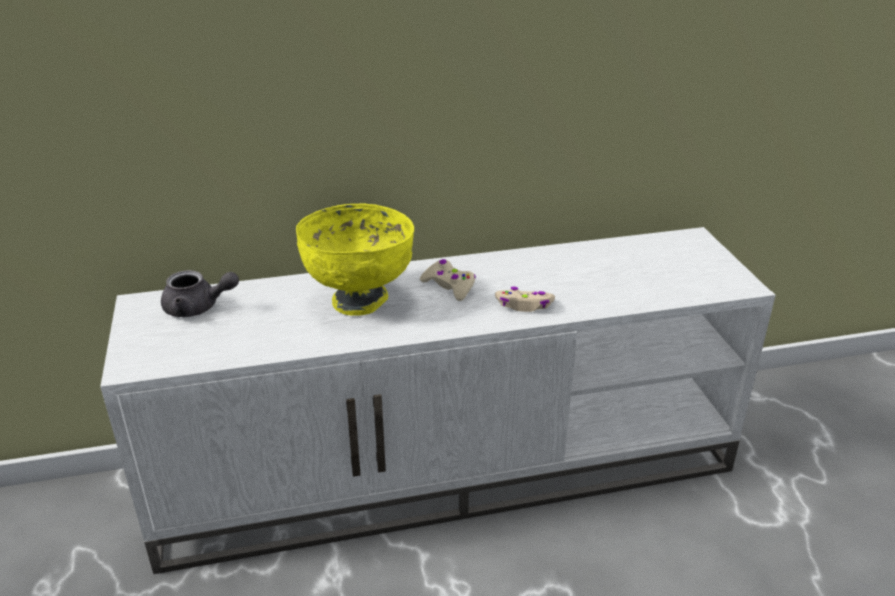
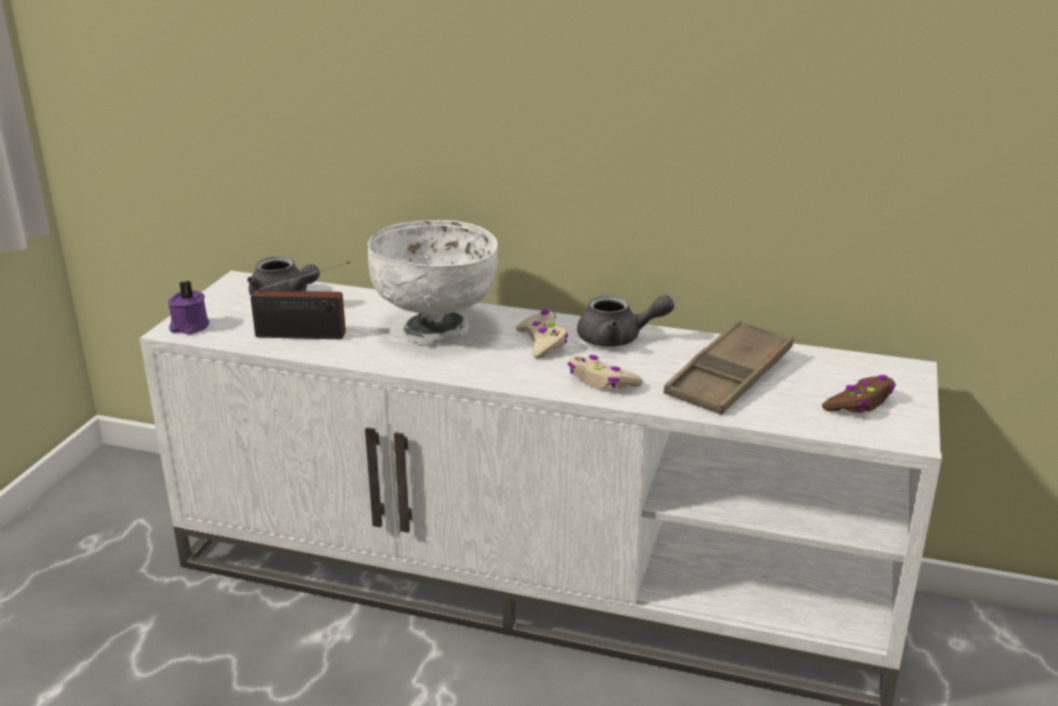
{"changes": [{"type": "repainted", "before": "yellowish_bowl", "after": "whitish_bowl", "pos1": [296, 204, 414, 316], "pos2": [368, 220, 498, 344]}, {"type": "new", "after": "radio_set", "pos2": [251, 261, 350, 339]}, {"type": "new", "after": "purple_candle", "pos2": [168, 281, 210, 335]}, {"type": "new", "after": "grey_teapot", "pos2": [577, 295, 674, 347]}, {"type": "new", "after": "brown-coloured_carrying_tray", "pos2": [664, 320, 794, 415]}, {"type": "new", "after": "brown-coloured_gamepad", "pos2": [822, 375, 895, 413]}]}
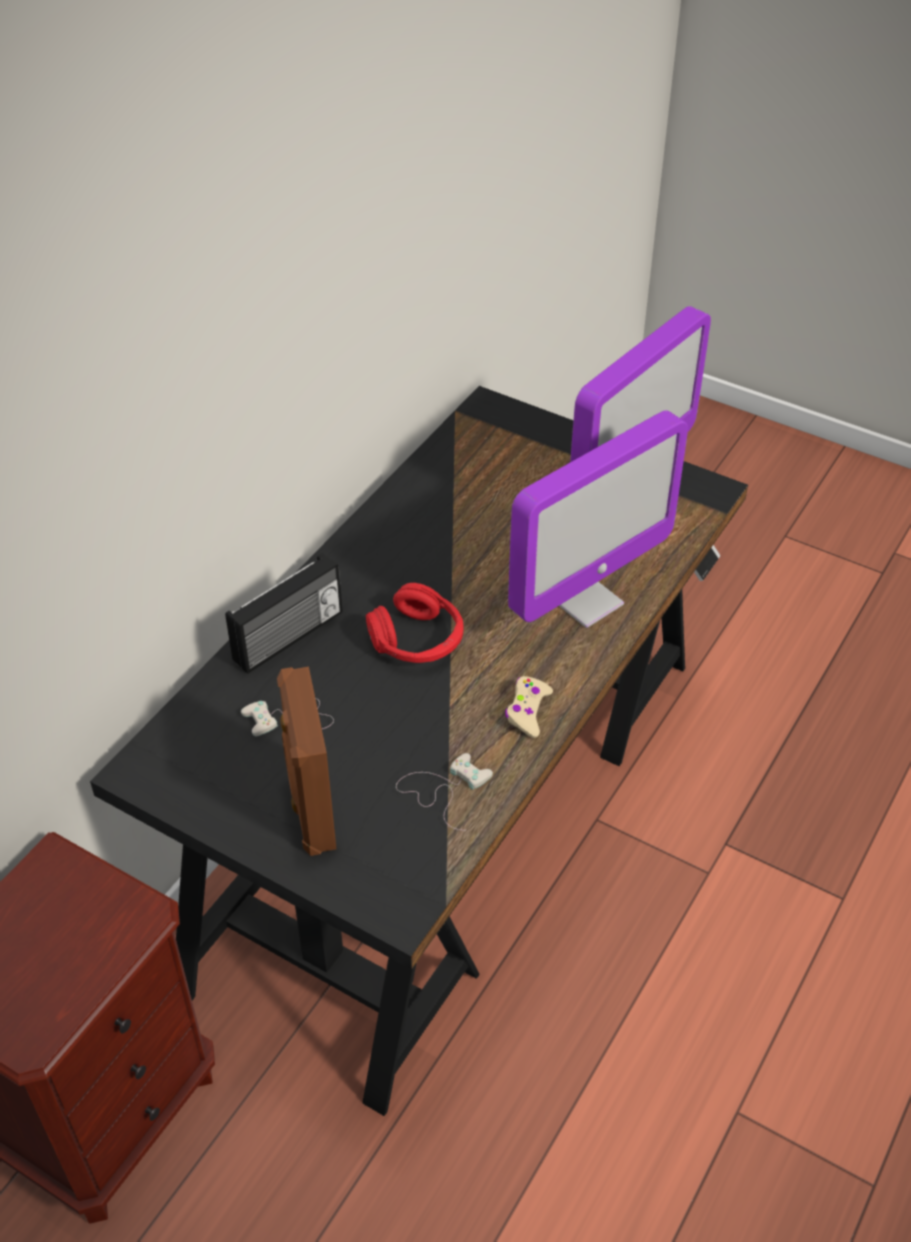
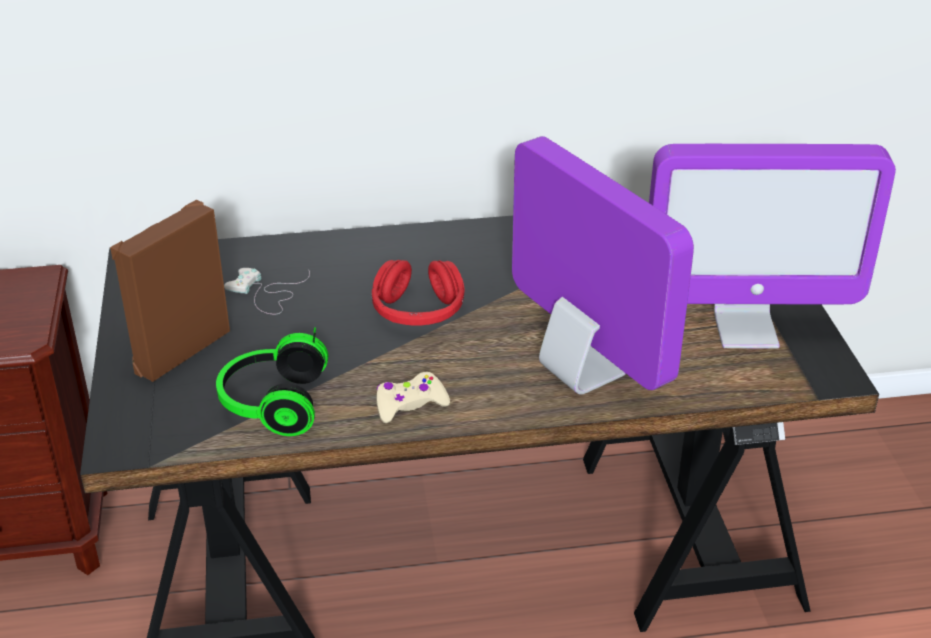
{"changes": [{"type": "rotated", "before": "computer_display", "pos1": [508, 410, 688, 628], "pos2": [512, 136, 694, 394], "turn": -135}, {"type": "gone", "before": "radio_set", "pos1": [225, 553, 342, 674]}, {"type": "swapped", "before": "whitish_gamepad", "after": "headphones", "pos1": [396, 753, 493, 830], "pos2": [216, 327, 328, 436]}]}
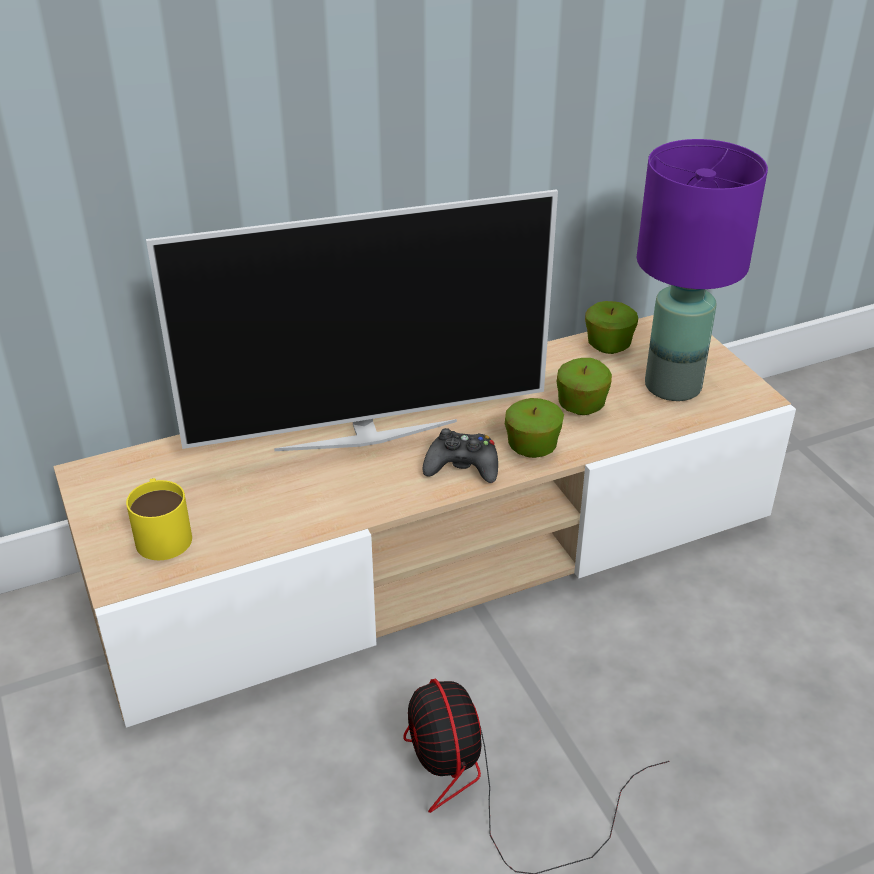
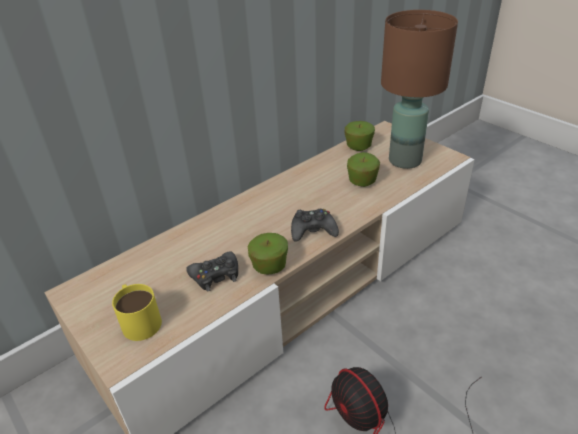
{"changes": [{"type": "repainted", "before": "purple_tabletop_lamp", "after": "brown-coloured_tabletop_lamp", "pos1": [637, 139, 768, 401], "pos2": [381, 10, 458, 169]}, {"type": "gone", "before": "TV_set", "pos1": [146, 189, 558, 451]}, {"type": "shifted", "before": "apple_fruit", "pos1": [505, 398, 564, 458], "pos2": [247, 233, 288, 275]}, {"type": "new", "after": "black_gamepad", "pos2": [186, 252, 238, 292]}]}
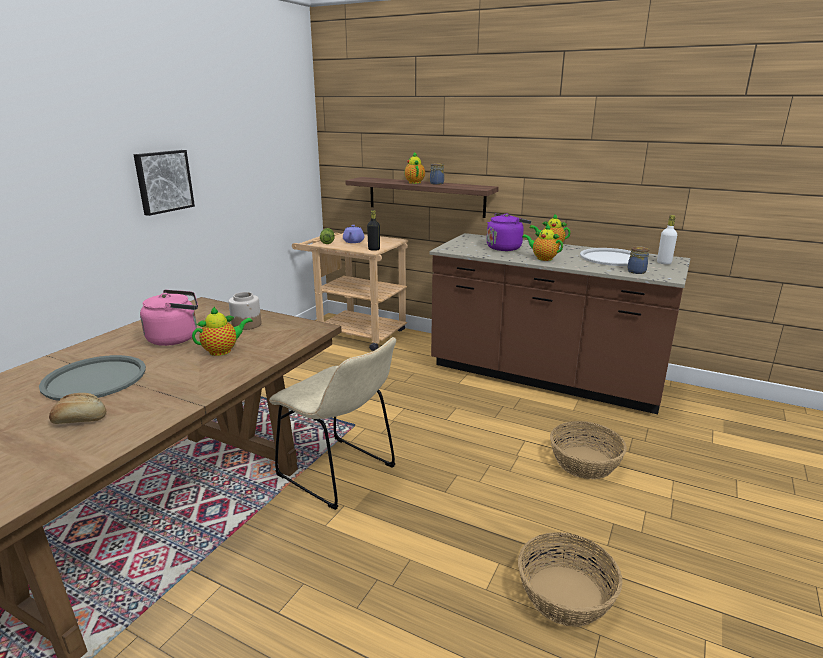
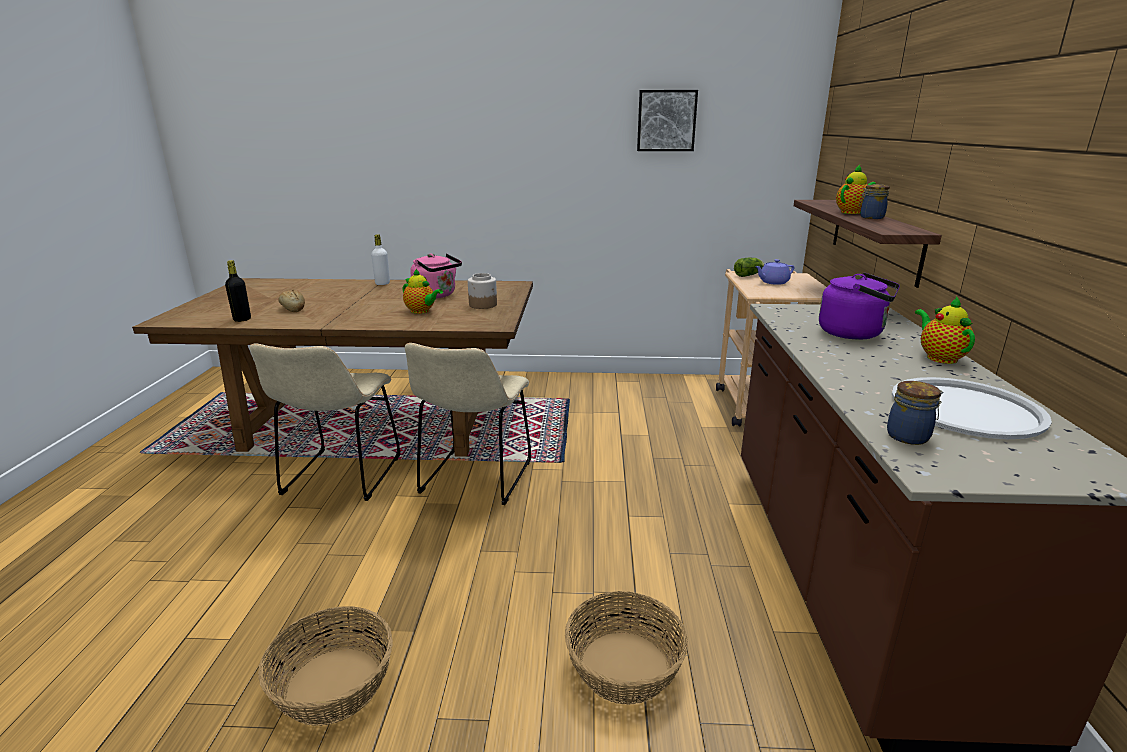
{"changes": [{"type": "shifted", "before": "wall_art", "pos1": [134, 150, 195, 216], "pos2": [637, 90, 698, 151]}, {"type": "shifted", "before": "black_beverage_bottle", "pos1": [367, 210, 380, 251], "pos2": [225, 260, 251, 322]}, {"type": "shifted", "before": "whitish_beverage_bottle", "pos1": [657, 215, 677, 265], "pos2": [371, 234, 390, 285]}, {"type": "gone", "before": "teapot", "pos1": [522, 224, 563, 261]}, {"type": "gone", "before": "grey_carrying_tray", "pos1": [39, 355, 146, 401]}, {"type": "new", "after": "sand-coloured_chair", "pos2": [250, 343, 400, 501]}]}
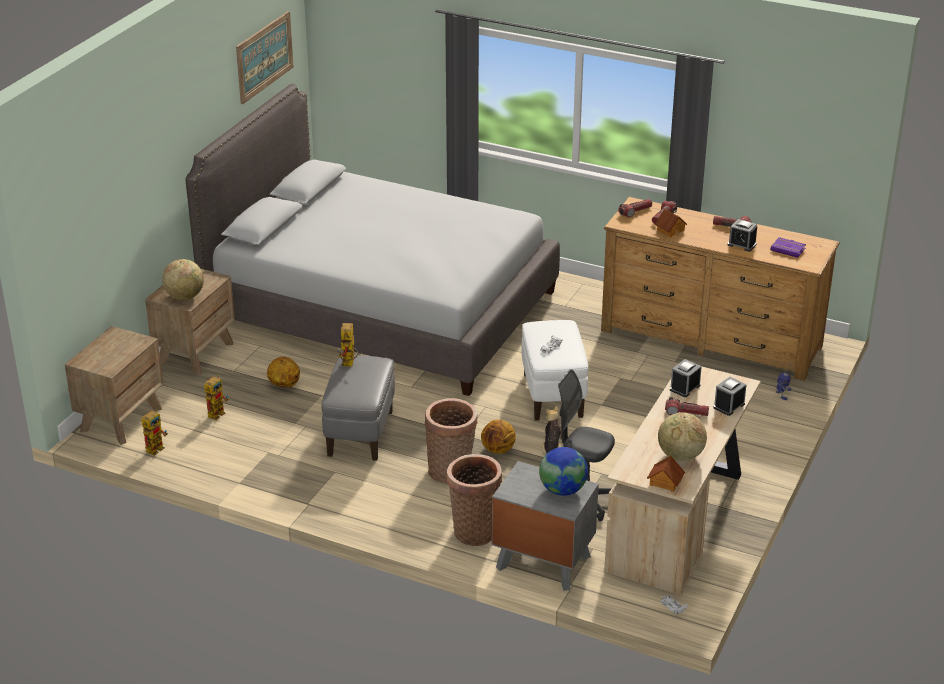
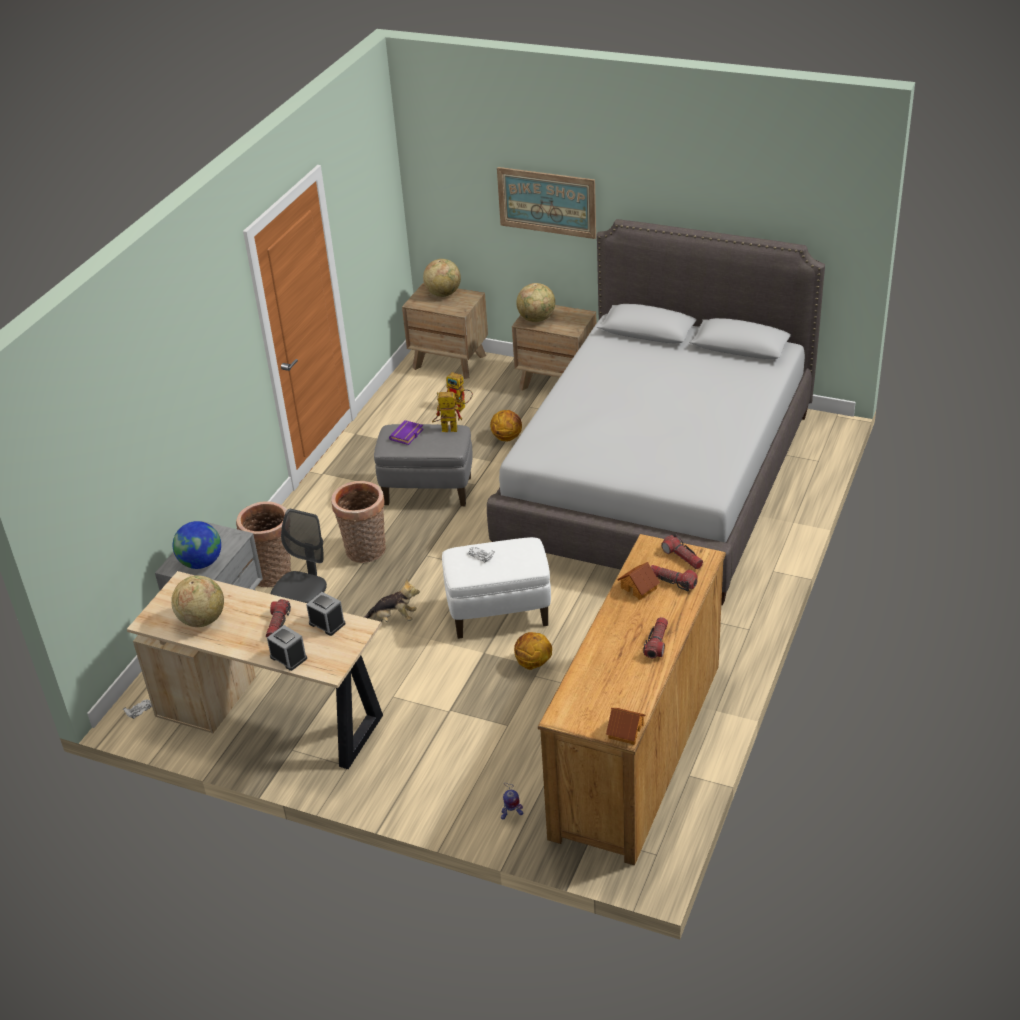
{"changes": [{"type": "shifted", "before": "wall_art", "pos1": [236, 11, 294, 104], "pos2": [497, 167, 596, 239]}, {"type": "gone", "before": "table_clock", "pos1": [727, 219, 757, 252]}, {"type": "shifted", "before": "purple_volume", "pos1": [770, 237, 806, 258], "pos2": [389, 420, 423, 445]}, {"type": "gone", "before": "model_robot", "pos1": [141, 409, 168, 456]}, {"type": "shifted", "before": "basketball", "pos1": [481, 420, 516, 454], "pos2": [514, 632, 552, 670]}, {"type": "shifted", "before": "model_house", "pos1": [647, 456, 685, 492], "pos2": [606, 708, 645, 745]}, {"type": "new", "after": "desk_globe", "pos2": [423, 259, 461, 297]}]}
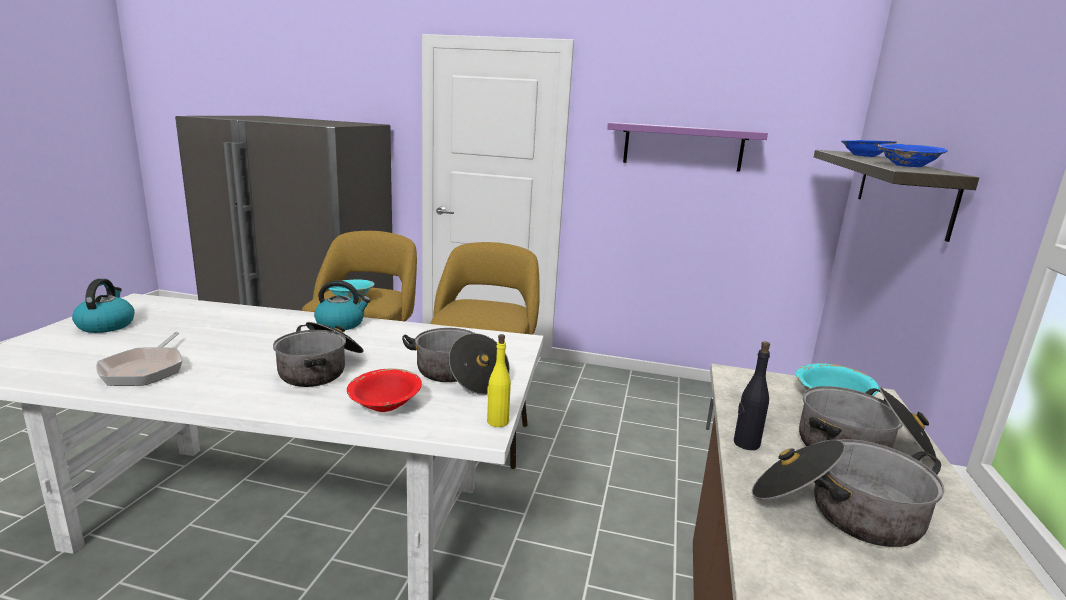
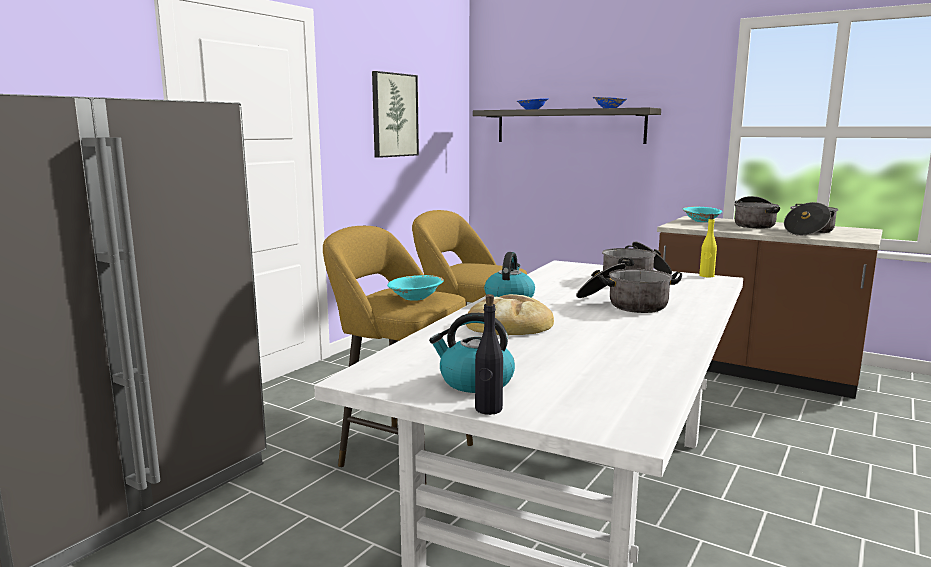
{"changes": [{"type": "swapped", "before": "purple_shelf", "after": "wall_art", "pos1": [607, 122, 768, 172], "pos2": [372, 71, 419, 158]}, {"type": "gone", "before": "pan", "pos1": [96, 332, 182, 386]}, {"type": "shifted", "before": "black_beverage_bottle", "pos1": [734, 341, 770, 450], "pos2": [475, 294, 503, 415]}, {"type": "gone", "before": "reddish_bowl", "pos1": [347, 368, 422, 412]}, {"type": "new", "after": "bread", "pos2": [466, 294, 554, 335]}]}
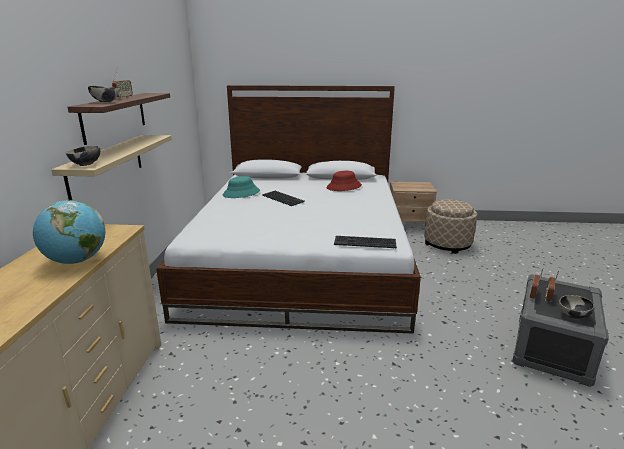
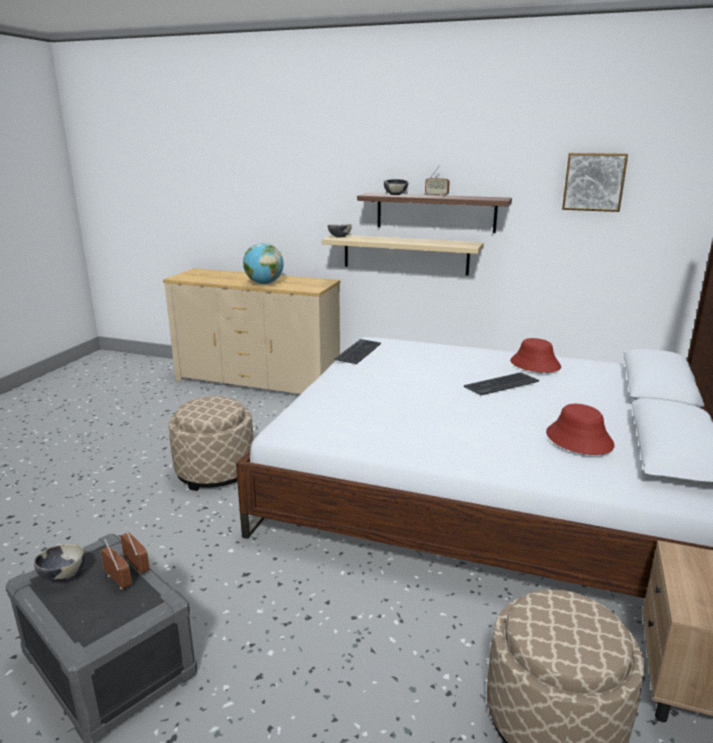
{"changes": [{"type": "repainted", "before": "turquoise_wearable_hat", "after": "reddish_wearable_hat", "pos1": [223, 176, 260, 198], "pos2": [510, 338, 561, 373]}, {"type": "shifted", "before": "PC_keyboard", "pos1": [334, 236, 397, 249], "pos2": [334, 339, 381, 364]}, {"type": "new", "after": "wall_art", "pos2": [562, 153, 628, 212]}, {"type": "new", "after": "sand-coloured_pouffe", "pos2": [168, 396, 254, 491]}]}
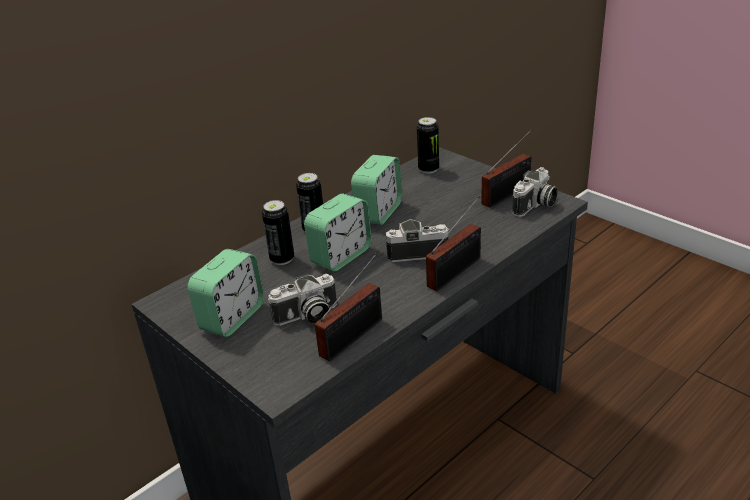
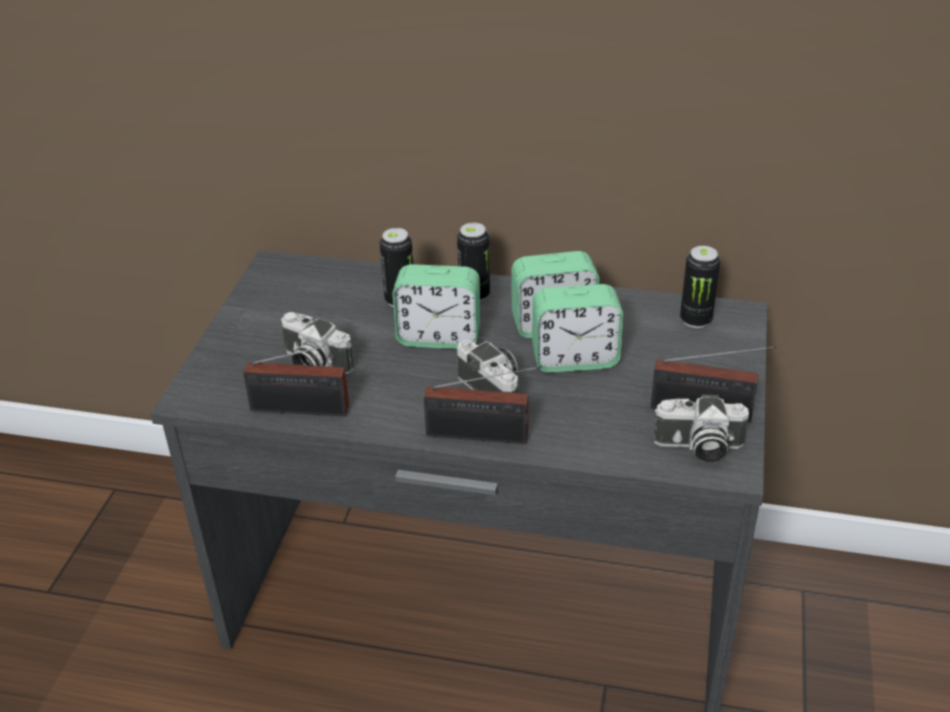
{"changes": [{"type": "shifted", "before": "table_clock", "pos1": [187, 249, 264, 337], "pos2": [532, 284, 623, 373]}]}
